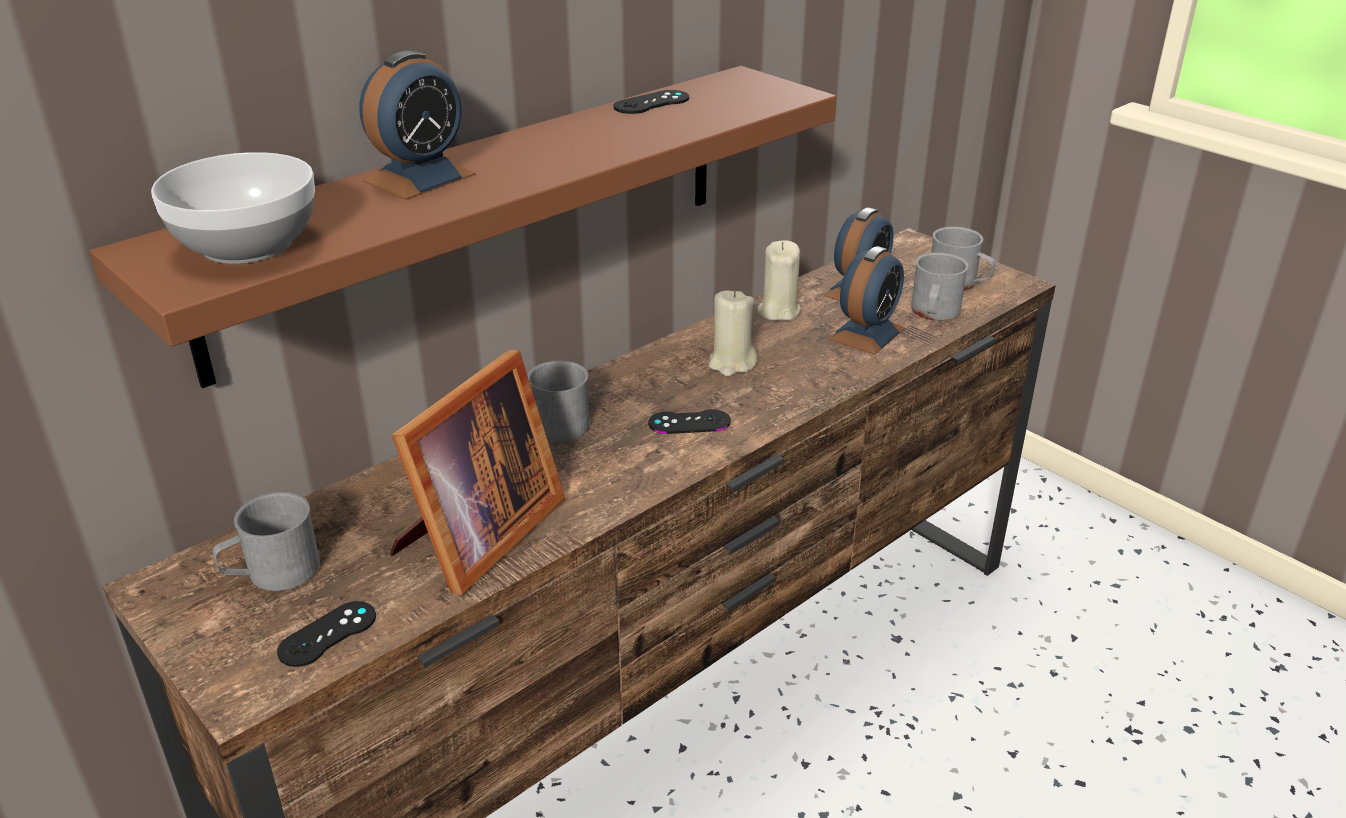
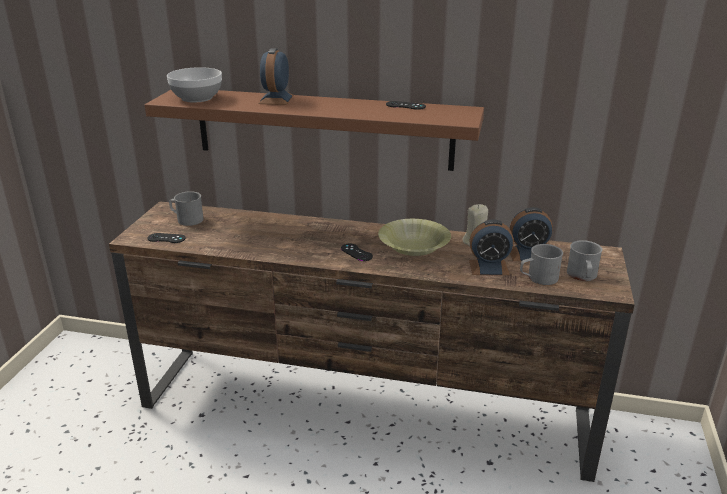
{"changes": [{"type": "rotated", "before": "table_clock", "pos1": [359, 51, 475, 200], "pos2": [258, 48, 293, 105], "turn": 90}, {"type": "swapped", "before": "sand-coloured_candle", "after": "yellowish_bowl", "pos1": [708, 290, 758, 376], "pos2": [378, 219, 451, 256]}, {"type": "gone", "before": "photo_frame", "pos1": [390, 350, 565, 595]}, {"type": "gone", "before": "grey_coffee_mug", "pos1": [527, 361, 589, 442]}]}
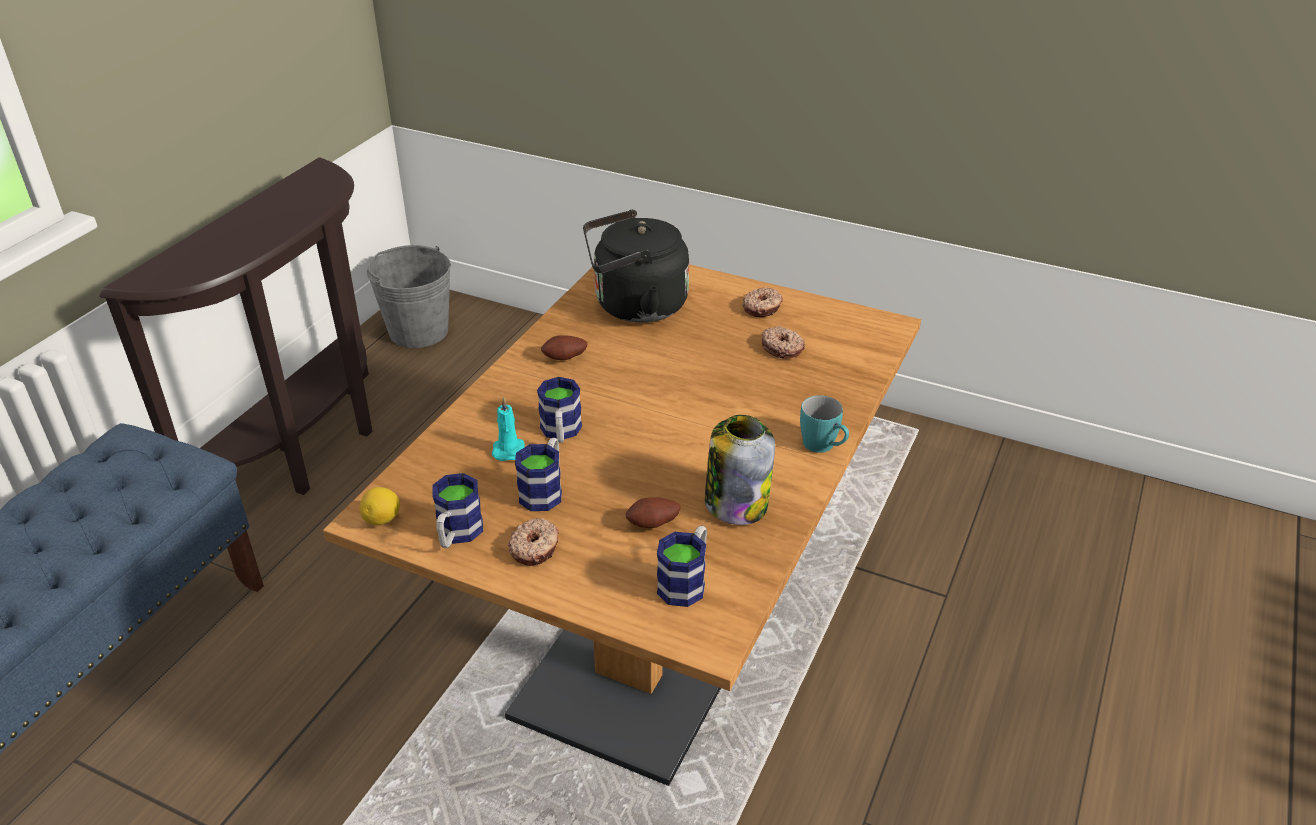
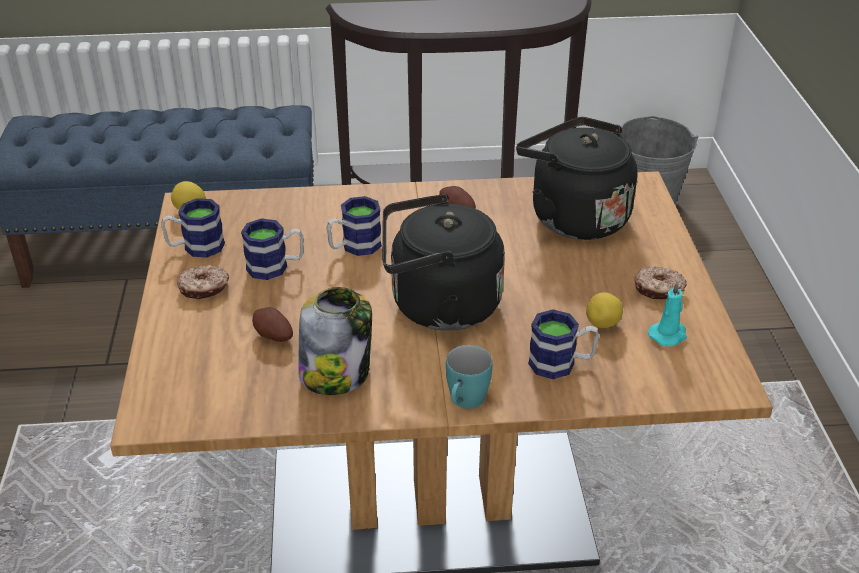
{"changes": [{"type": "swapped", "before": "ring_doughnut", "after": "lemon", "pos1": [762, 326, 805, 359], "pos2": [586, 292, 623, 328]}, {"type": "shifted", "before": "turquoise_candle", "pos1": [492, 397, 525, 461], "pos2": [648, 281, 687, 347]}, {"type": "shifted", "before": "coffee_mug", "pos1": [657, 526, 707, 607], "pos2": [528, 309, 599, 379]}, {"type": "new", "after": "black_kettle", "pos2": [382, 194, 505, 331]}]}
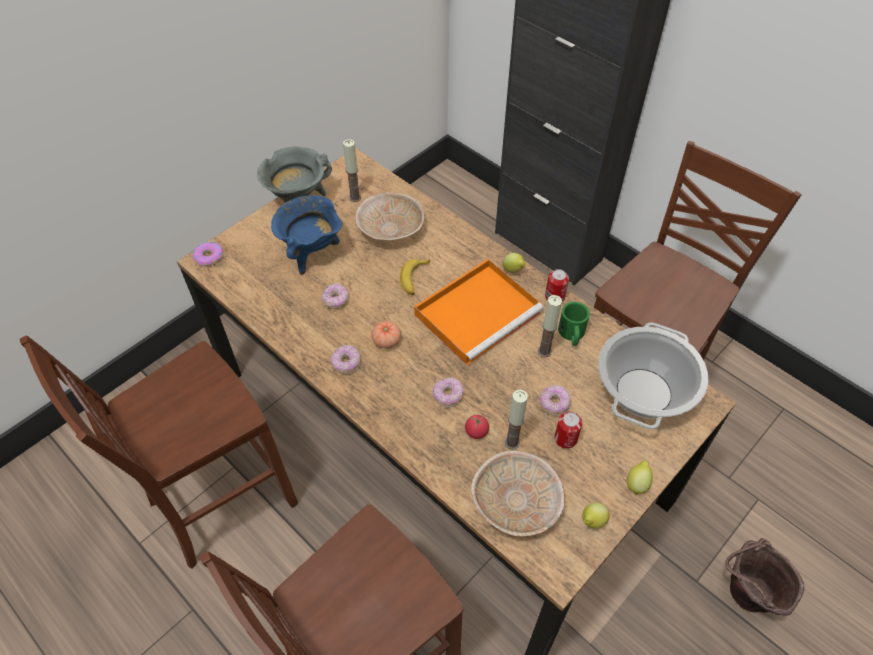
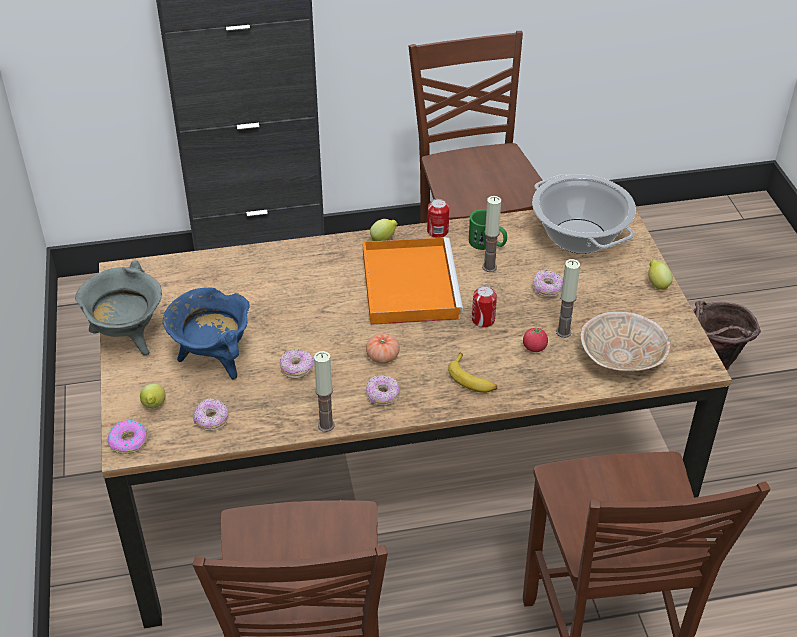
{"changes": [{"type": "shifted", "before": "candle", "pos1": [343, 139, 361, 202], "pos2": [314, 351, 335, 432]}, {"type": "gone", "before": "sand-coloured_bowl", "pos1": [355, 192, 424, 240]}, {"type": "shifted", "before": "banana_fruit", "pos1": [400, 259, 430, 295], "pos2": [448, 352, 497, 393]}, {"type": "shifted", "before": "ring_doughnut", "pos1": [433, 378, 464, 407], "pos2": [193, 398, 229, 431]}, {"type": "shifted", "before": "can", "pos1": [554, 412, 582, 448], "pos2": [472, 286, 497, 328]}, {"type": "shifted", "before": "lemon", "pos1": [582, 502, 610, 529], "pos2": [140, 383, 166, 408]}]}
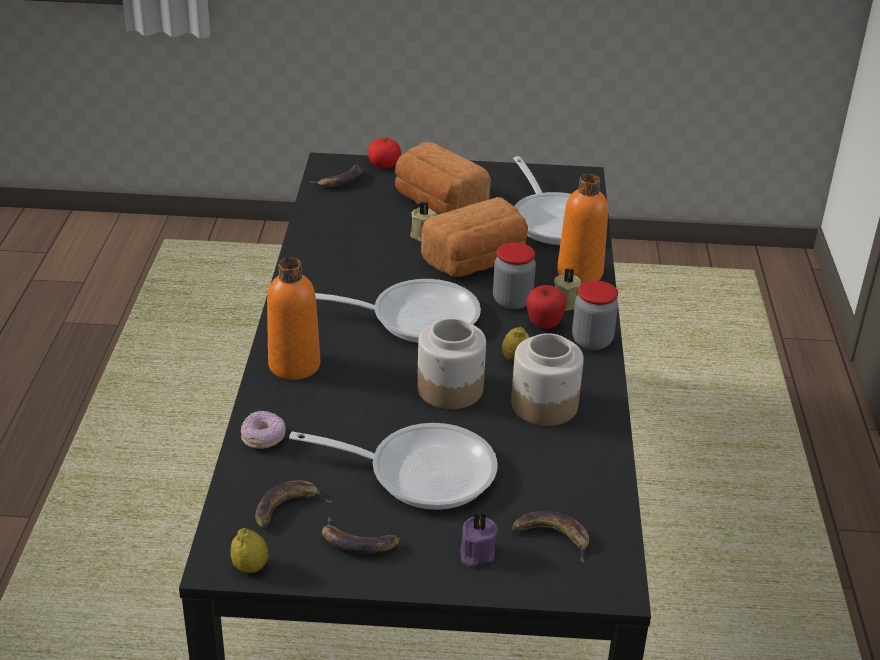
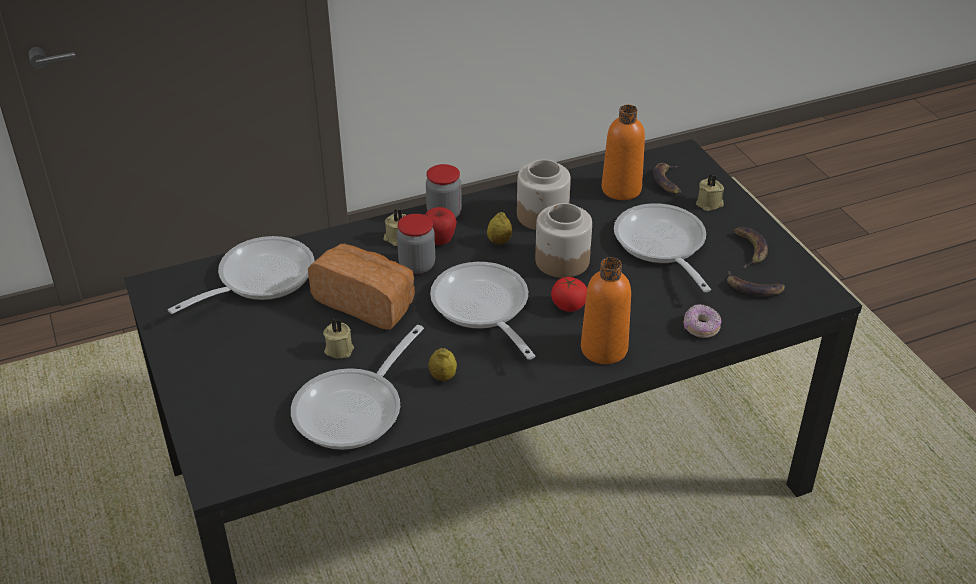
{"changes": [{"type": "shifted", "before": "fresh_tomato", "pos1": [368, 138, 401, 168], "pos2": [551, 277, 587, 312]}, {"type": "gone", "before": "bread", "pos1": [395, 142, 491, 214]}, {"type": "gone", "before": "banana_fruit", "pos1": [309, 165, 362, 187]}, {"type": "shifted", "before": "orangey_beverage_bottle", "pos1": [557, 174, 608, 284], "pos2": [602, 105, 645, 200]}, {"type": "repainted", "before": "purple_candle", "after": "sand-coloured_candle", "pos1": [461, 512, 498, 567], "pos2": [696, 174, 724, 211]}, {"type": "shifted", "before": "lemon", "pos1": [230, 528, 269, 573], "pos2": [428, 348, 457, 381]}, {"type": "new", "after": "pan", "pos2": [291, 325, 424, 450]}]}
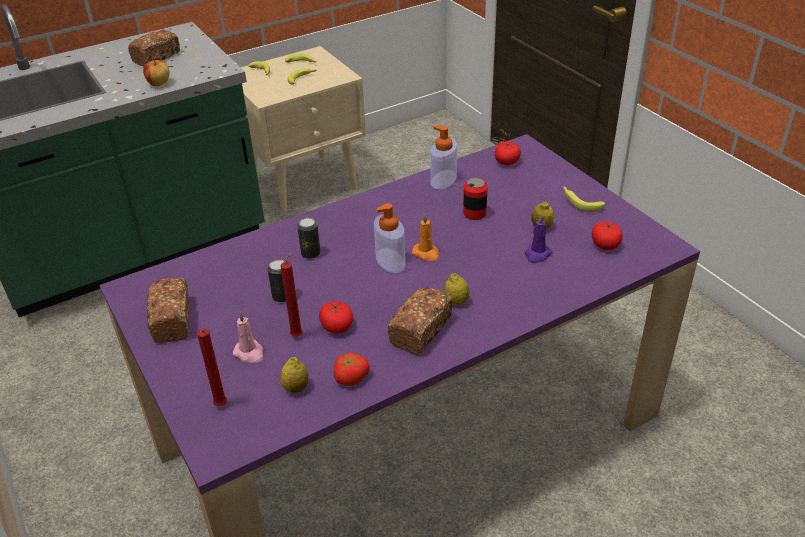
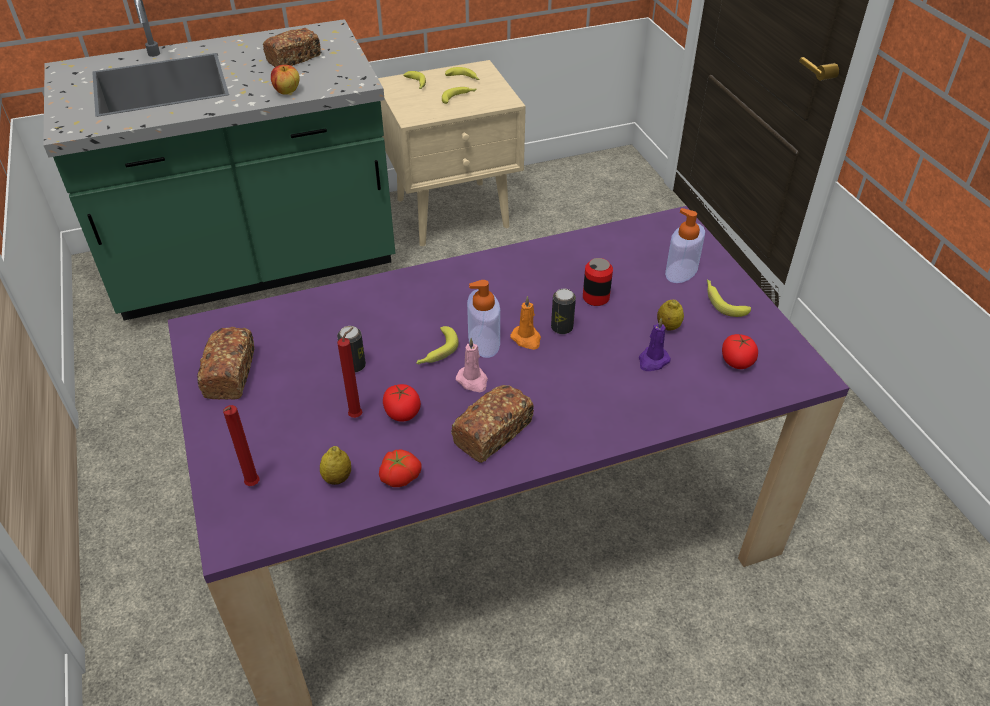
{"changes": [{"type": "shifted", "before": "liquid_soap_bottle", "pos1": [430, 125, 457, 189], "pos2": [665, 208, 705, 283]}, {"type": "gone", "before": "fresh_tomato", "pos1": [495, 141, 521, 165]}, {"type": "shifted", "before": "can", "pos1": [297, 218, 321, 259], "pos2": [551, 289, 576, 334]}, {"type": "gone", "before": "lemon", "pos1": [444, 273, 469, 305]}, {"type": "shifted", "before": "pinkish_candle", "pos1": [233, 311, 263, 363], "pos2": [456, 338, 488, 392]}, {"type": "new", "after": "banana_fruit", "pos2": [416, 326, 459, 364]}]}
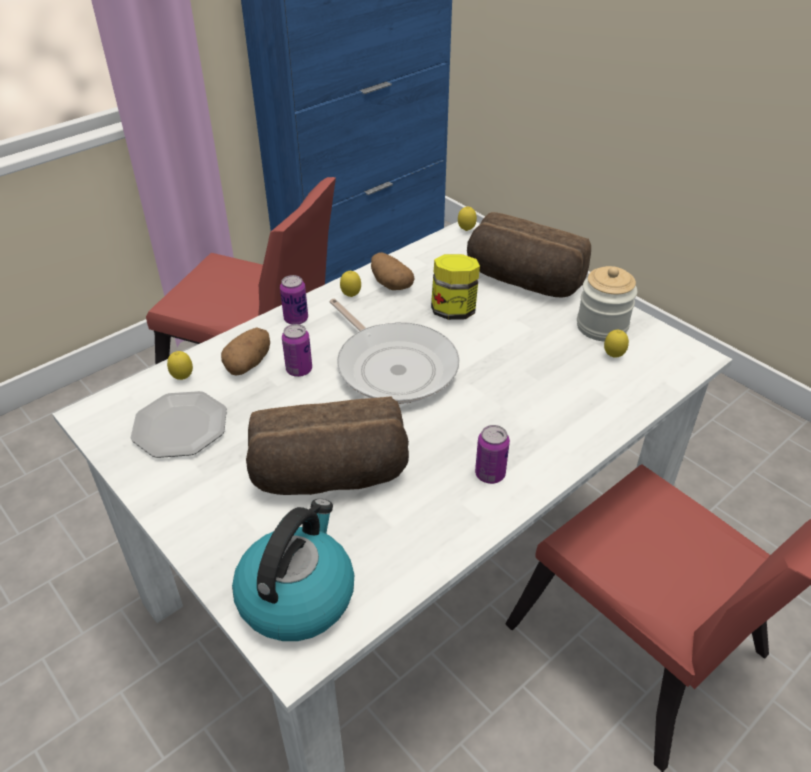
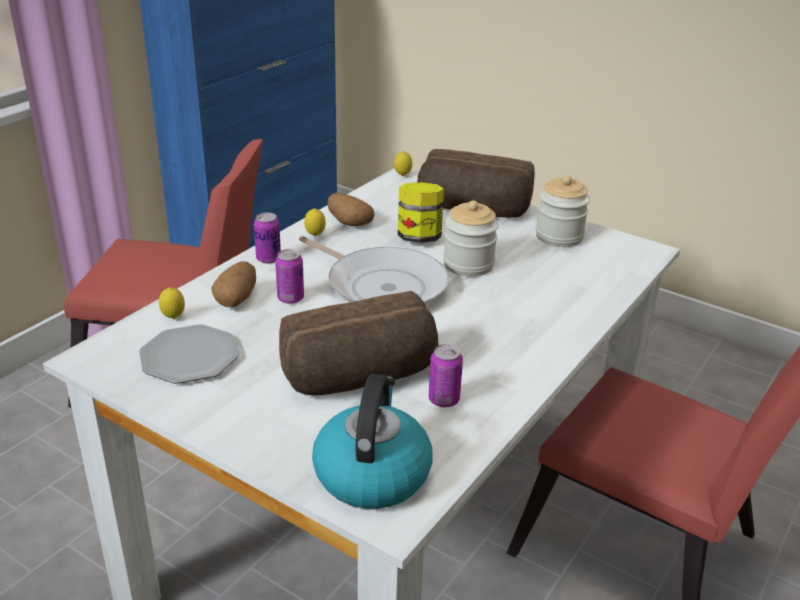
{"changes": [{"type": "gone", "before": "lemon", "pos1": [604, 330, 629, 358]}, {"type": "shifted", "before": "can", "pos1": [475, 425, 510, 484], "pos2": [429, 344, 463, 407]}, {"type": "new", "after": "storage_jar", "pos2": [443, 200, 498, 277]}]}
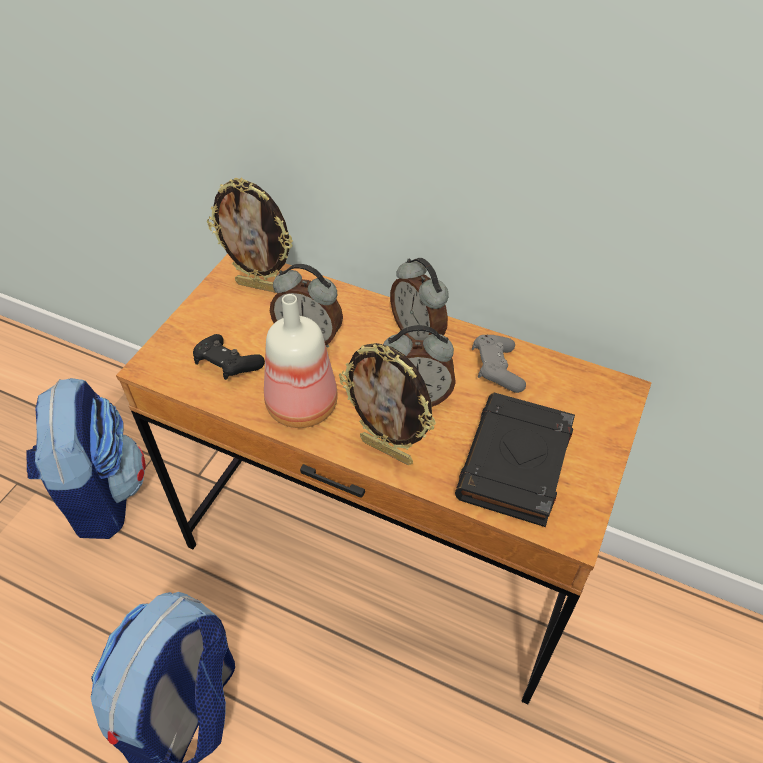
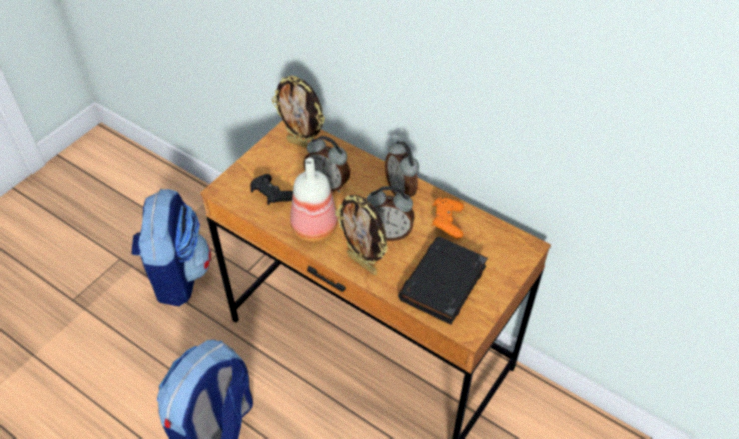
{"changes": [{"type": "repainted", "before": "grey_gamepad", "after": "orangey_gamepad", "pos1": [472, 335, 526, 393], "pos2": [432, 197, 464, 239]}]}
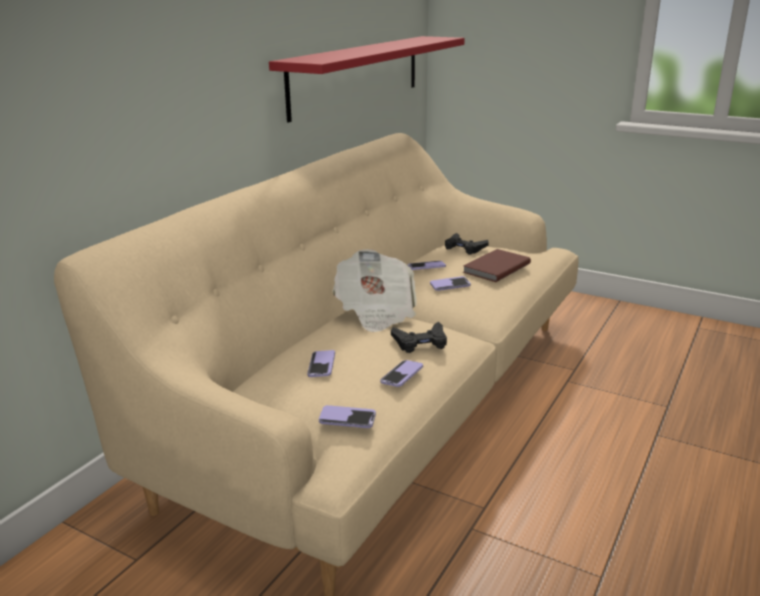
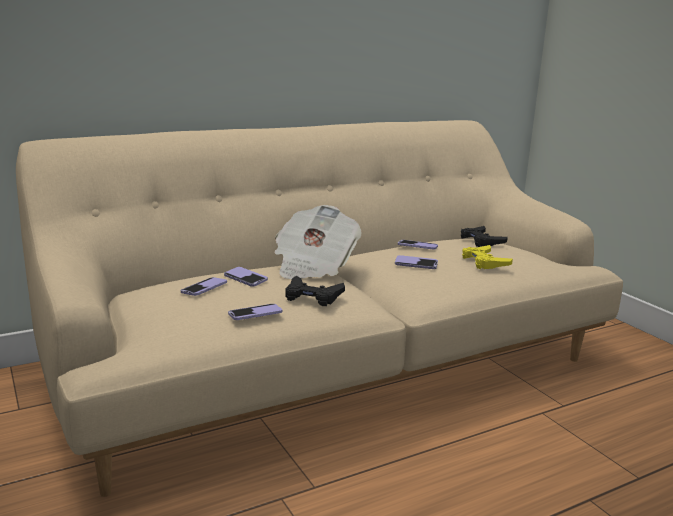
{"changes": [{"type": "gone", "before": "reddish_shelf", "pos1": [269, 36, 465, 123]}, {"type": "swapped", "before": "brown-coloured_volume", "after": "yellowish_gamepad", "pos1": [463, 249, 531, 282], "pos2": [462, 245, 513, 269]}, {"type": "shifted", "before": "phone", "pos1": [319, 405, 376, 428], "pos2": [224, 267, 268, 287]}]}
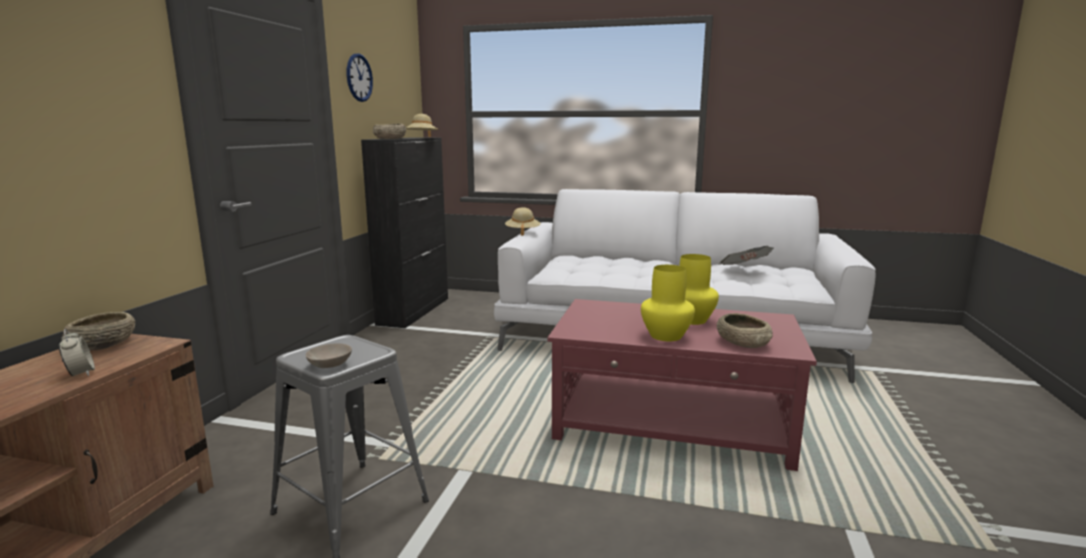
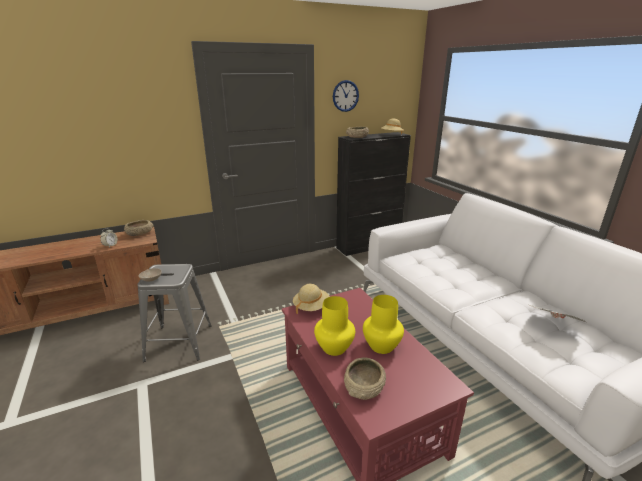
{"changes": [{"type": "shifted", "before": "sand-coloured_wearable_hat", "pos1": [505, 207, 541, 236], "pos2": [293, 284, 330, 314]}]}
